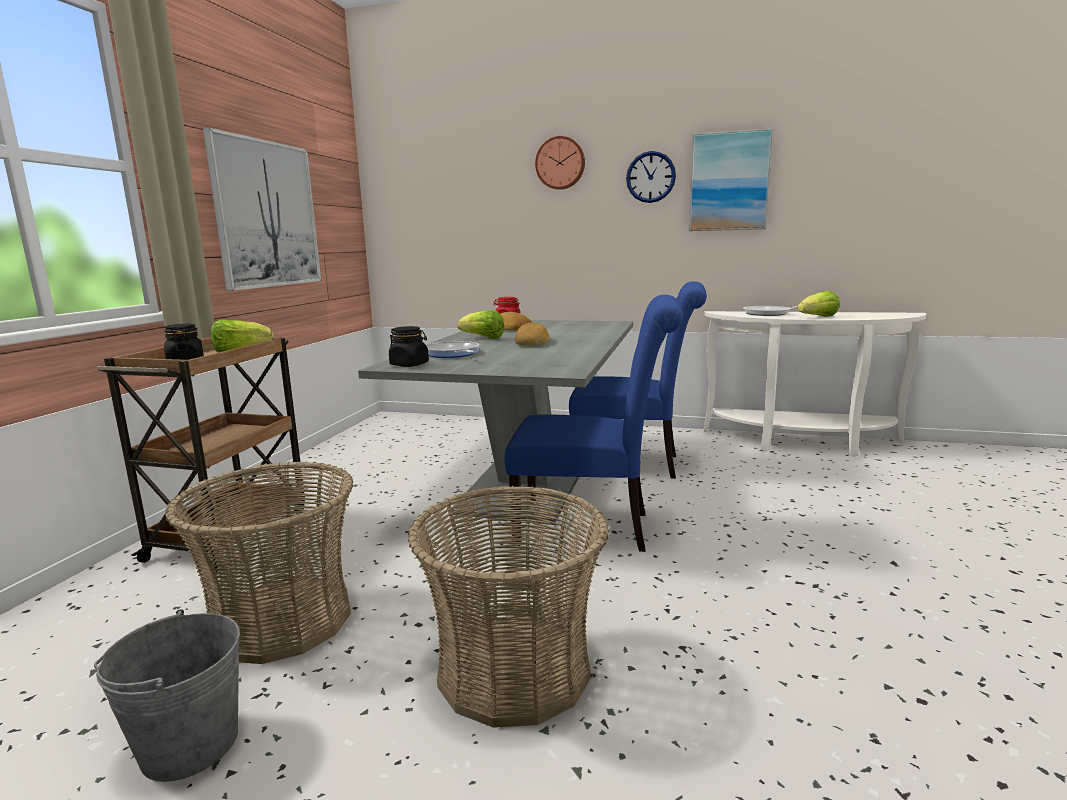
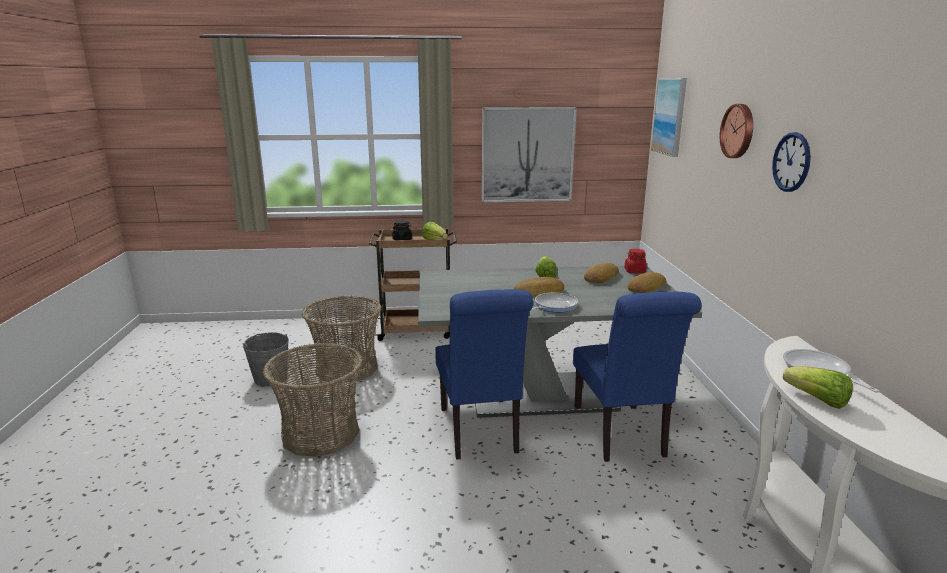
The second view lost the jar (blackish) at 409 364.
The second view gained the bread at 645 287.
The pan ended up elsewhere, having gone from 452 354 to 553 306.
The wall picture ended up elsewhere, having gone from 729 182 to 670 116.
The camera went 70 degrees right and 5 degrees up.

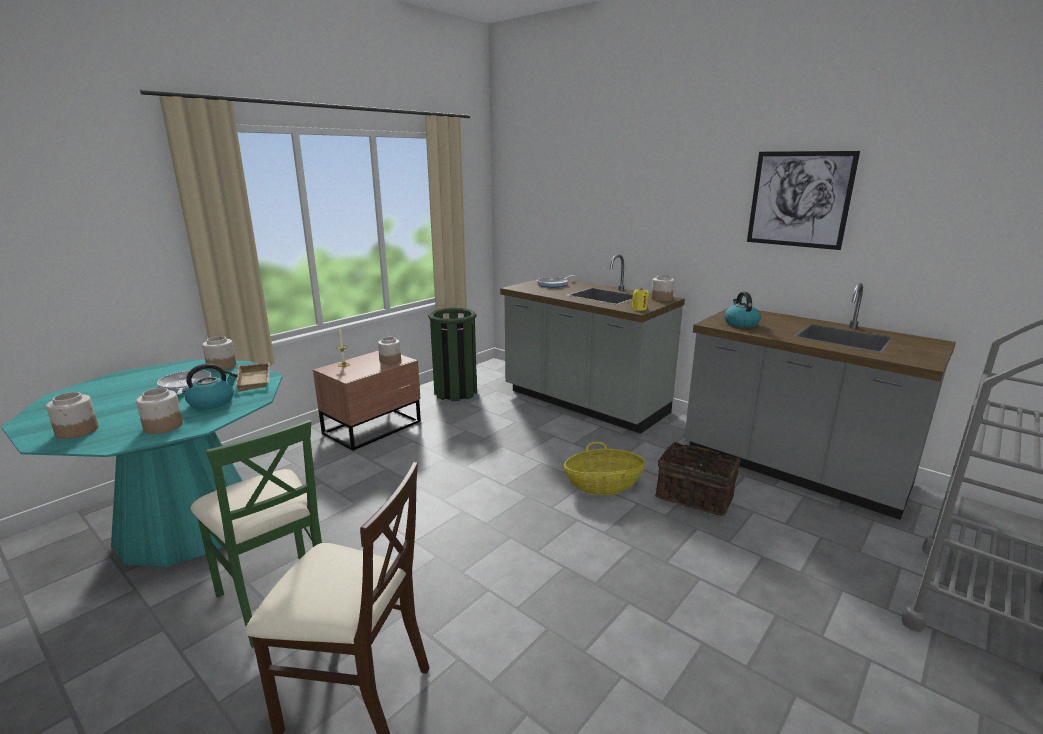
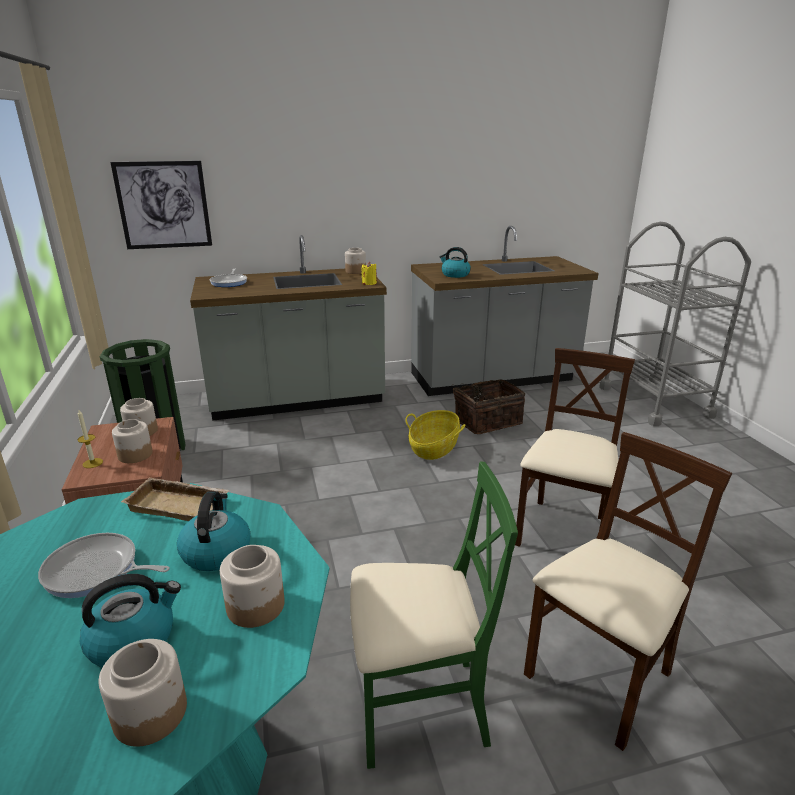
The second view gained the kettle at 133 640.
The second view gained the chair (beige) at 563 532.
The jar ended up elsewhere, having gone from 222 366 to 135 455.
The wall picture ended up elsewhere, having gone from 799 199 to 163 205.
The camera went 55 degrees left and 5 degrees up.

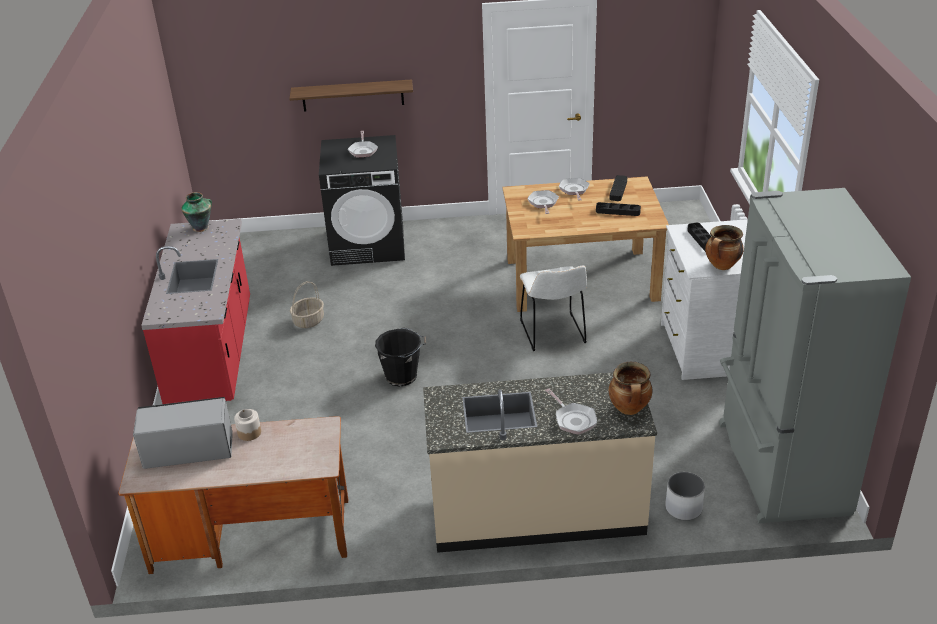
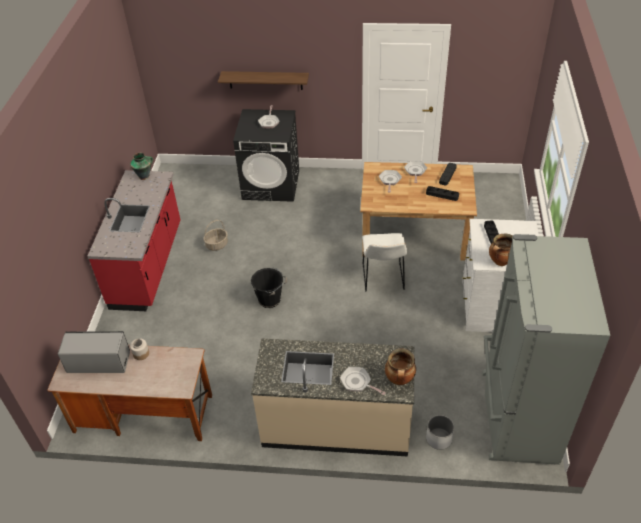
The pan at 573 419 ended up facing another way, 150 degrees clockwise from before.
The camera went 10 degrees right and 10 degrees up.

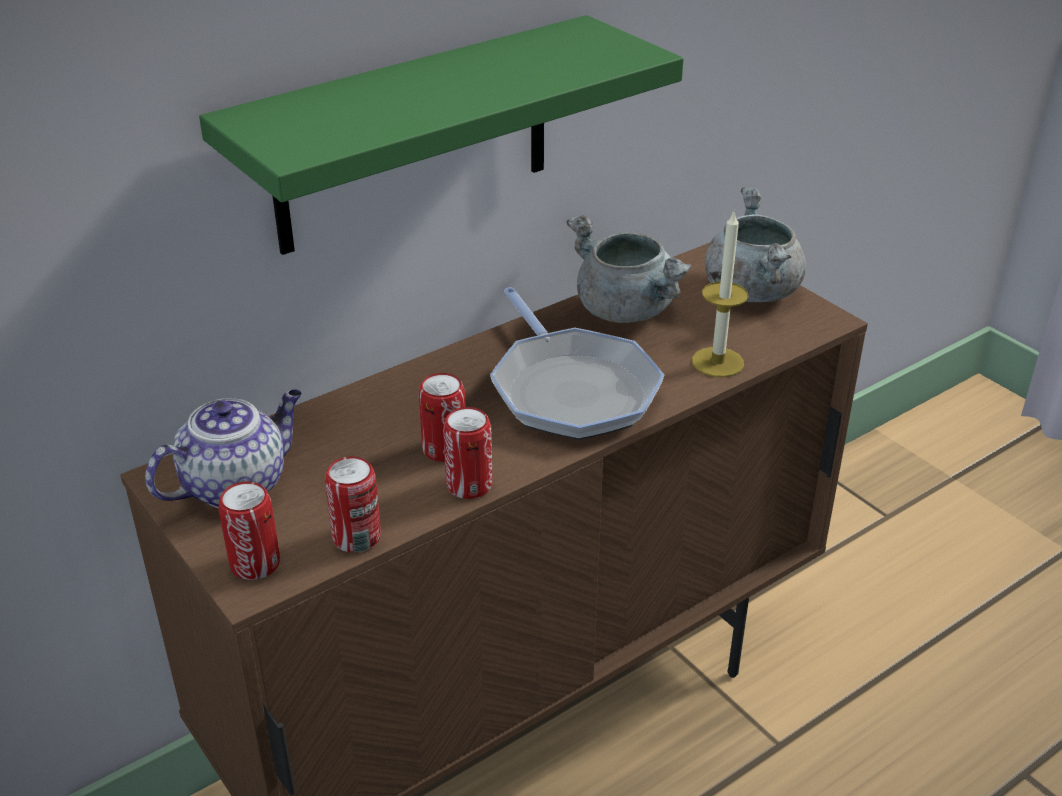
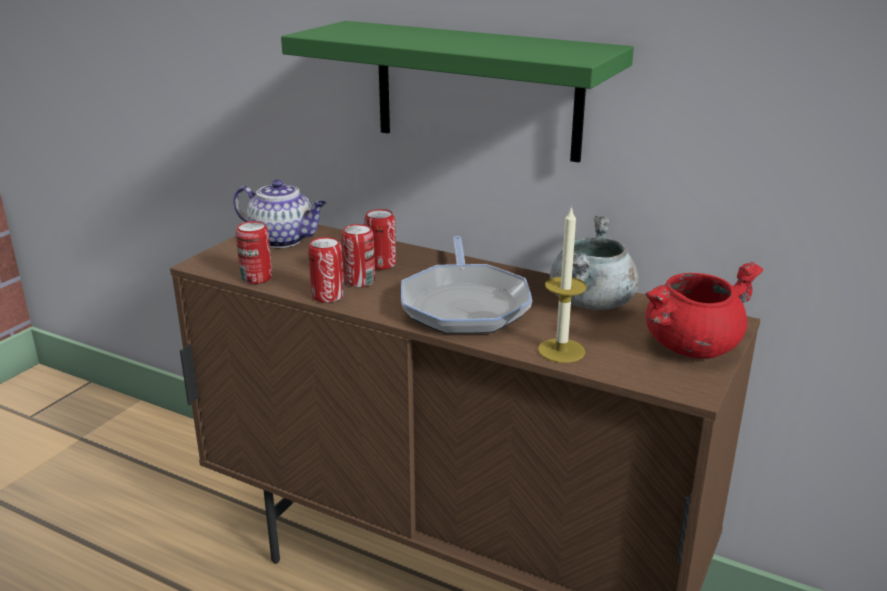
The sealed can ended up elsewhere, having gone from 255 564 to 381 264.
What was the cooking pot (grey) at 751 291 turned into the cooking pot (red) at 691 346.
The pan at 571 389 ended up facing another way, 45 degrees counterclockwise from before.
The camera went 65 degrees right and 10 degrees down.

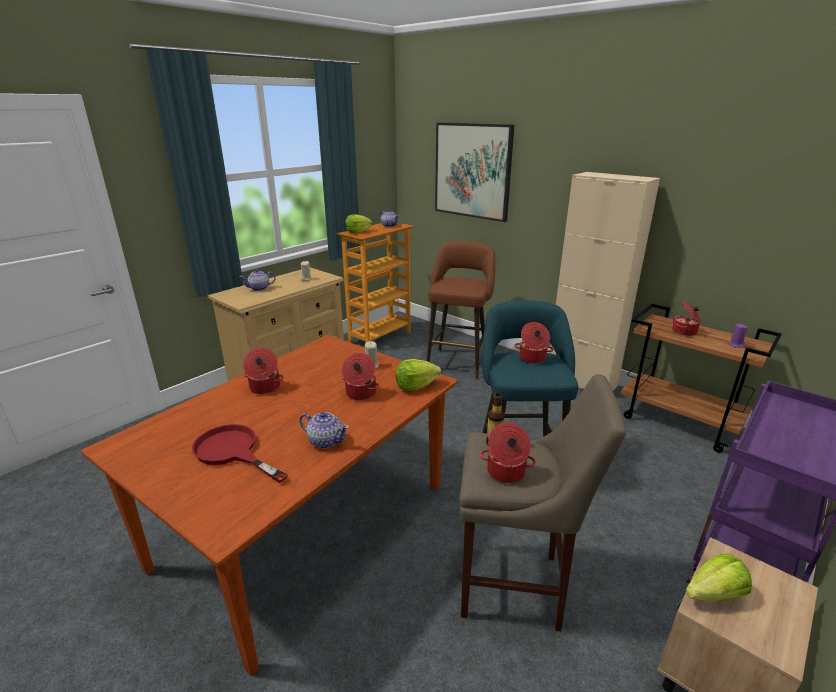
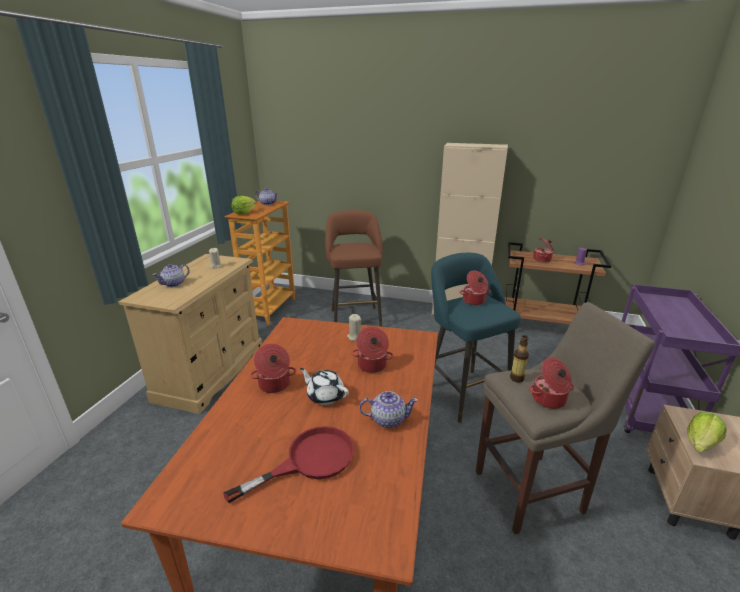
The second view lost the lettuce at 415 386.
The second view lost the wall picture at 472 171.
The second view gained the pot for tea (whitish) at 325 396.
The pan (red) at 232 452 ended up facing another way, 135 degrees clockwise from before.
The camera went 25 degrees left and 0 degrees up.

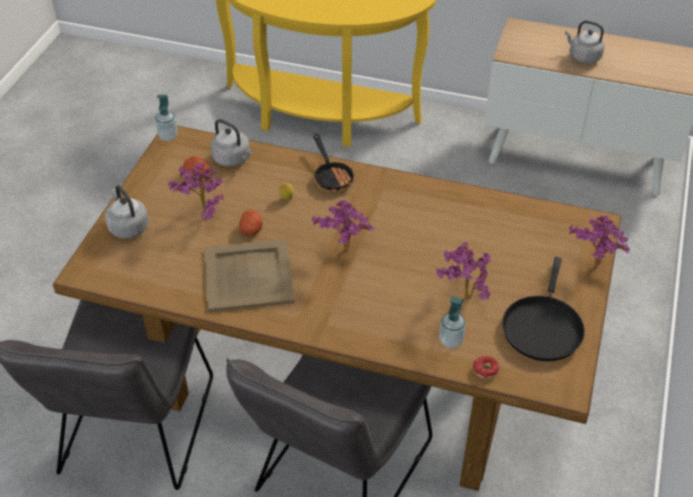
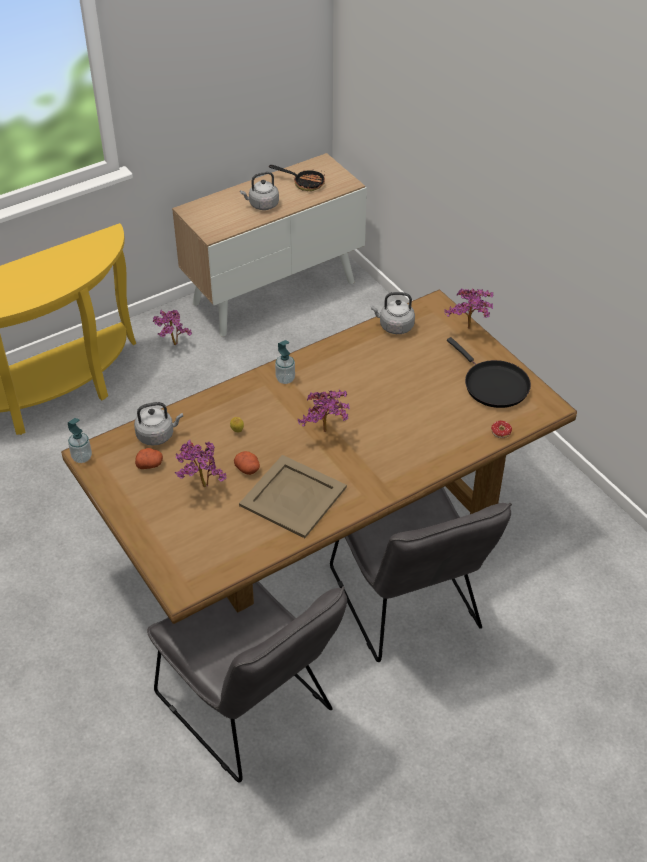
The kettle (grey) ended up elsewhere, having gone from 128 226 to 394 326.
The pan ended up elsewhere, having gone from 332 177 to 304 183.
The houseplant ended up elsewhere, having gone from 462 297 to 172 346.
The soap bottle ended up elsewhere, having gone from 451 341 to 285 379.
The camera went 50 degrees left and 0 degrees up.

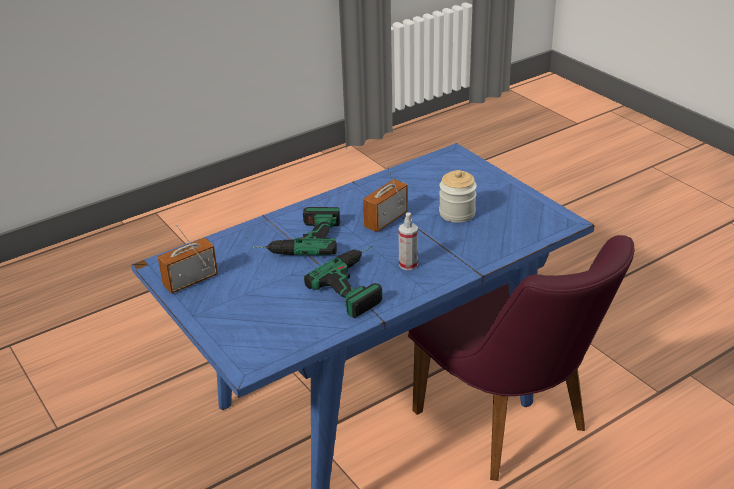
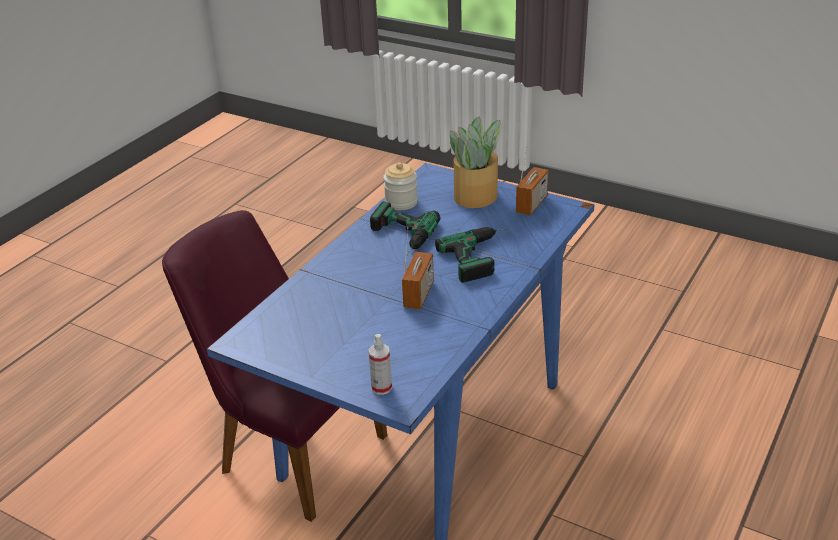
The second view gained the houseplant at 476 196.
The hand sprayer ended up elsewhere, having gone from 408 264 to 381 387.
The jar ended up elsewhere, having gone from 457 213 to 401 202.
The camera went 155 degrees right and 0 degrees up.

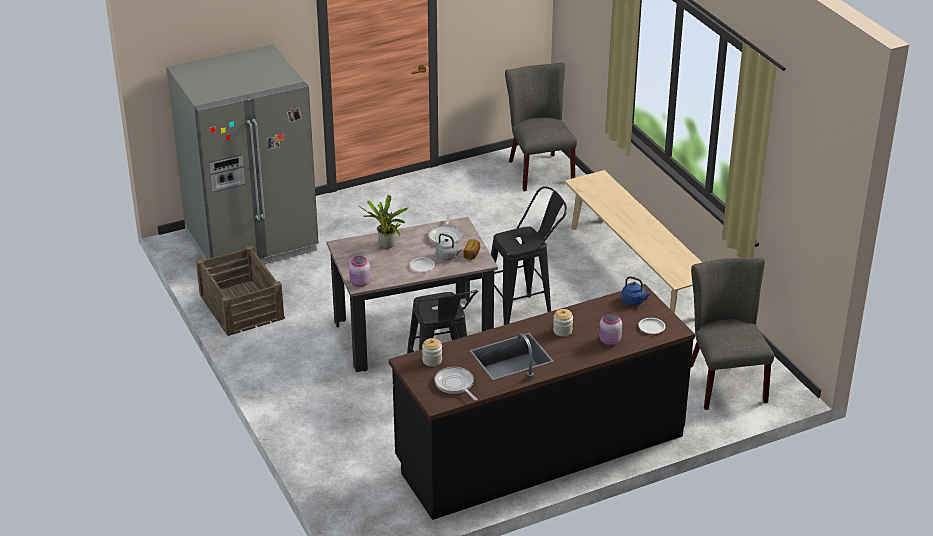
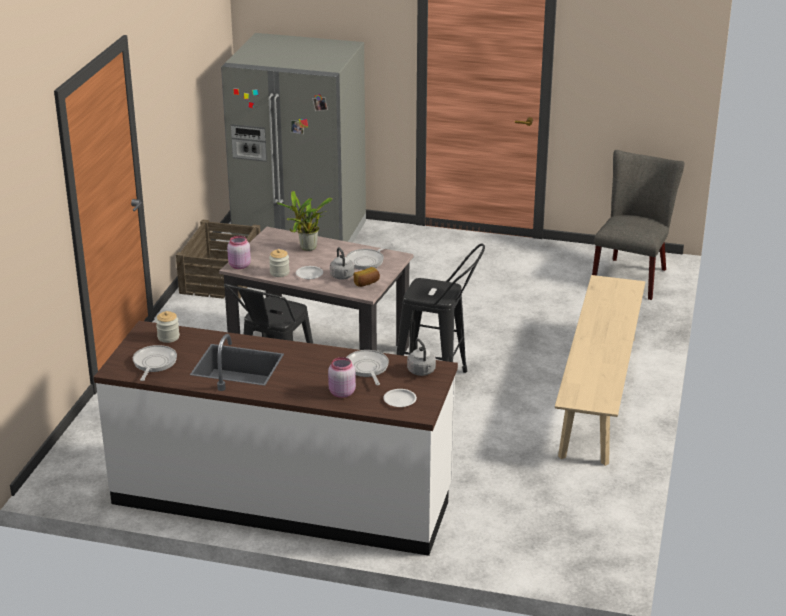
The second view lost the chair (grey) at 723 380.
The second view gained the pan at 367 368.
The jar ended up elsewhere, having gone from 562 331 to 279 273.
What was the kitchen base unit (blackish) at 539 449 turned into the kitchen base unit (whitish) at 283 497.
What was the kettle (bluish) at 634 301 turned into the kettle (grey) at 422 372.
The camera went 40 degrees right and 5 degrees down.

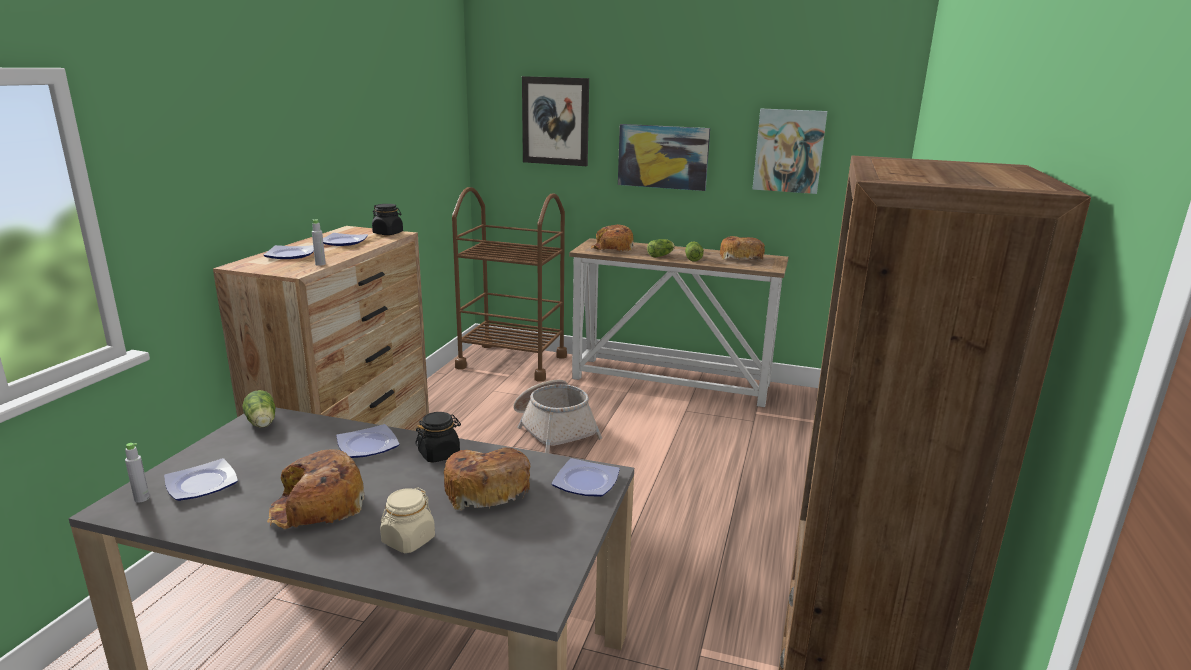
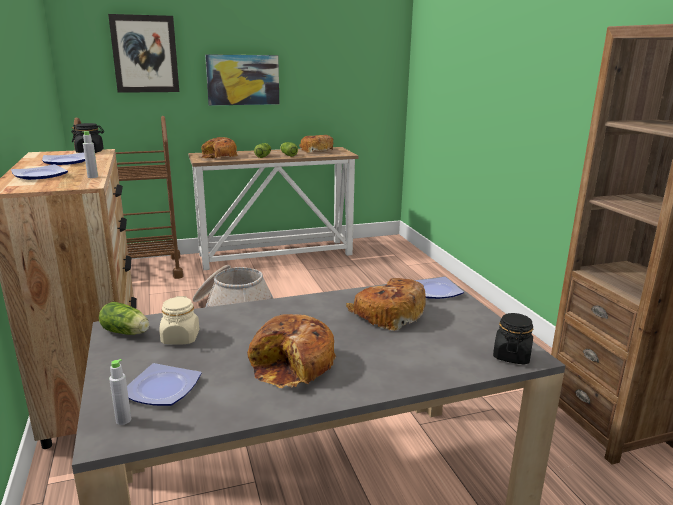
The second view lost the plate at 367 446.
The second view lost the wall picture at 789 151.
The jar (beige) ended up elsewhere, having gone from 408 540 to 180 338.
The jar (blackish) ended up elsewhere, having gone from 439 454 to 511 355.
The camera went 35 degrees left and 0 degrees up.

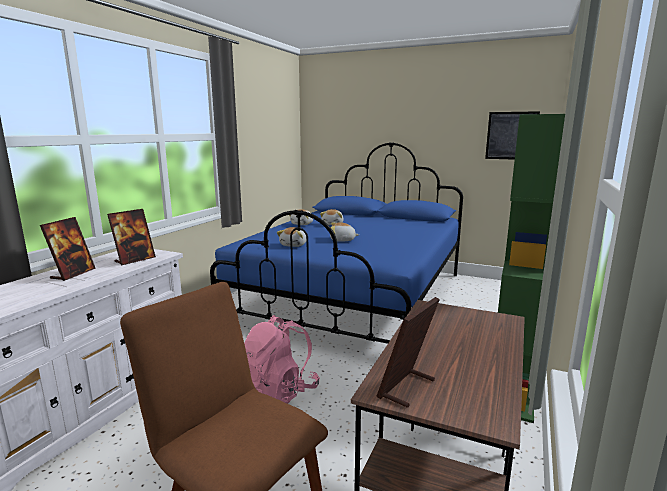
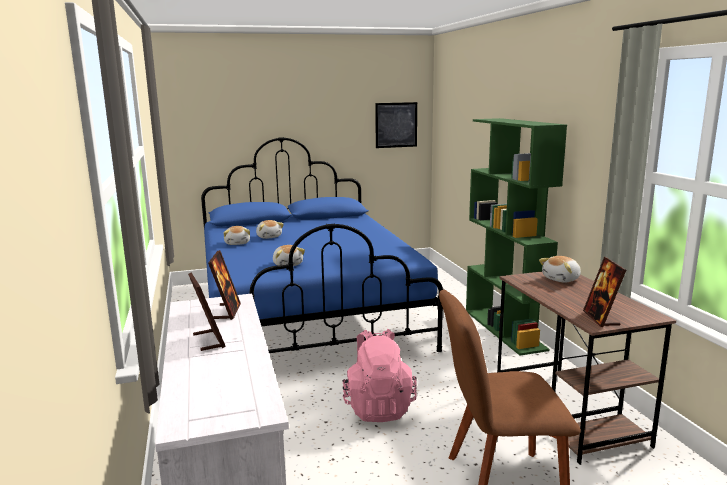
The cuddly toy ended up elsewhere, having gone from 342 240 to 562 279.
The camera went 40 degrees left and 0 degrees up.

